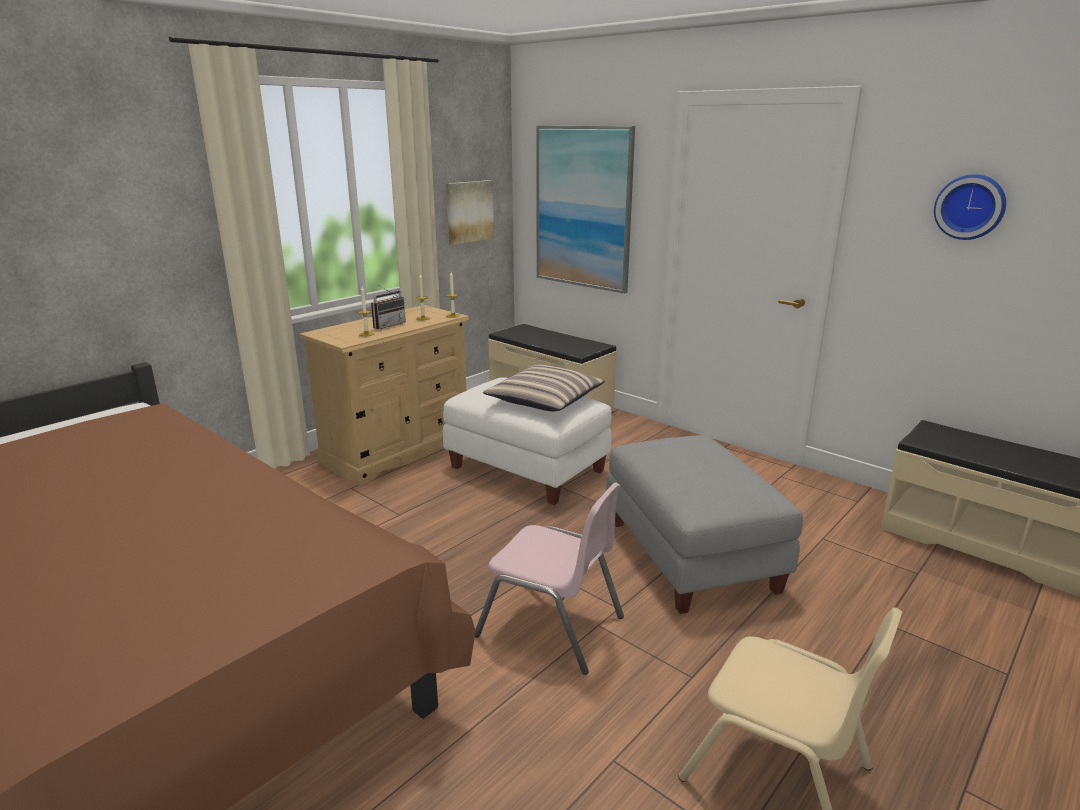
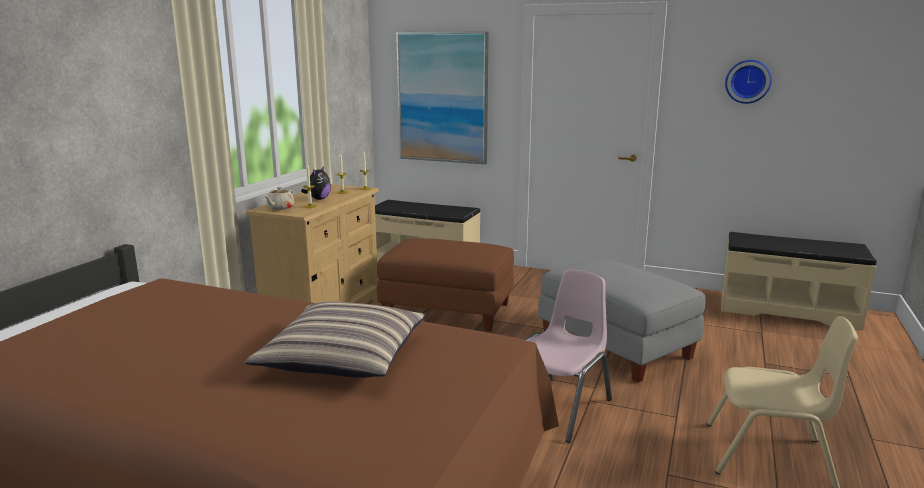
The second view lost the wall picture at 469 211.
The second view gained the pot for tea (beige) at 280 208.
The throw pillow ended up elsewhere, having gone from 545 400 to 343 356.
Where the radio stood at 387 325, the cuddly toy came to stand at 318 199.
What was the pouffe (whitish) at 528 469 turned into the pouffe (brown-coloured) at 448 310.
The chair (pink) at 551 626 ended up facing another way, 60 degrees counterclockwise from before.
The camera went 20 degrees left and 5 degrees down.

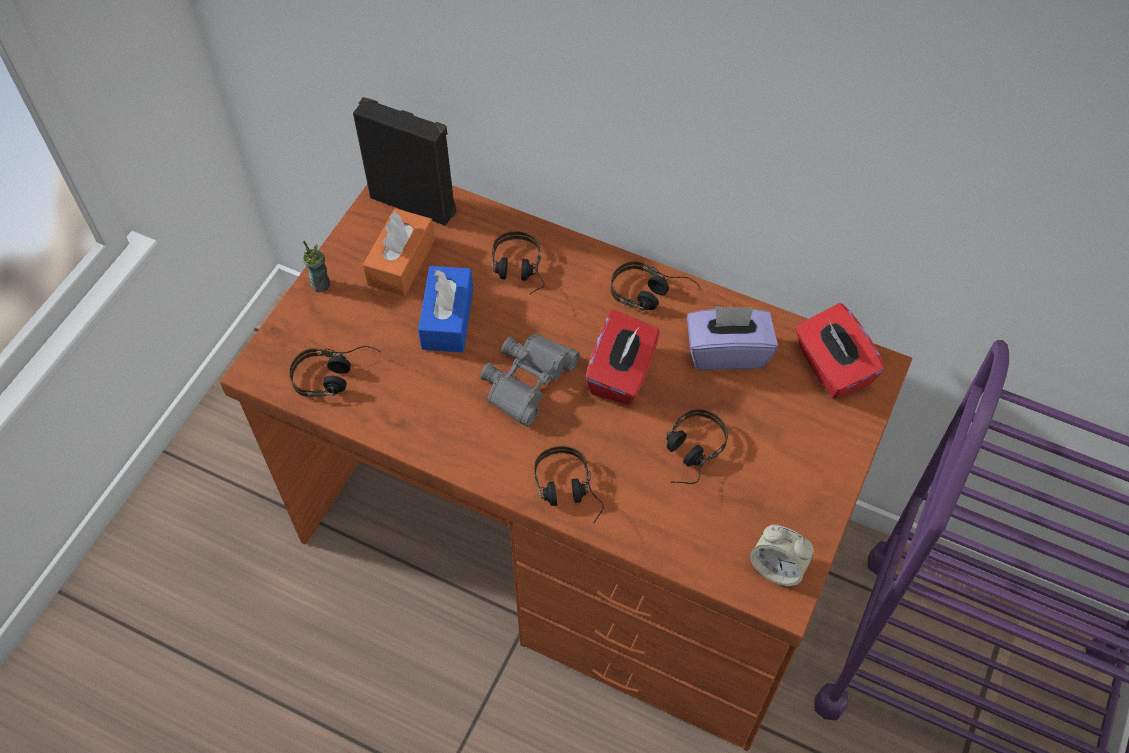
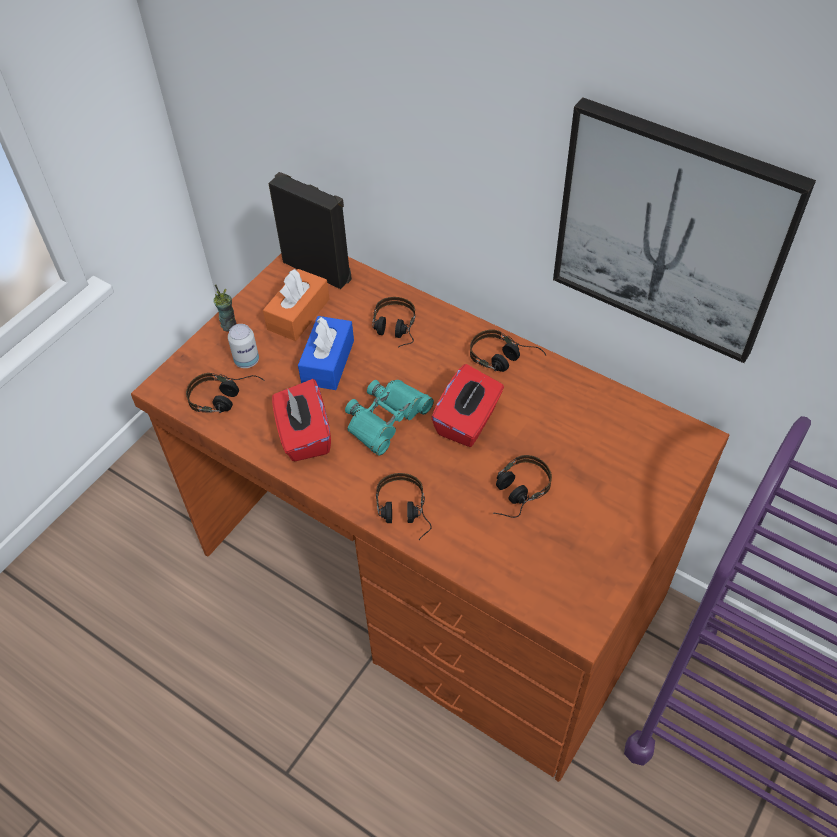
The second view lost the tissue box (purple-coloured) at 727 351.
The second view lost the table clock at 777 567.
The second view gained the sealed can at 247 361.
The second view gained the wall picture at 670 231.
The tissue box (red) ended up elsewhere, having gone from 831 368 to 304 436.
What was the pair of binoculars (grey) at 528 381 turned into the pair of binoculars (blue-green) at 386 419.
The camera went 10 degrees right and 5 degrees down.

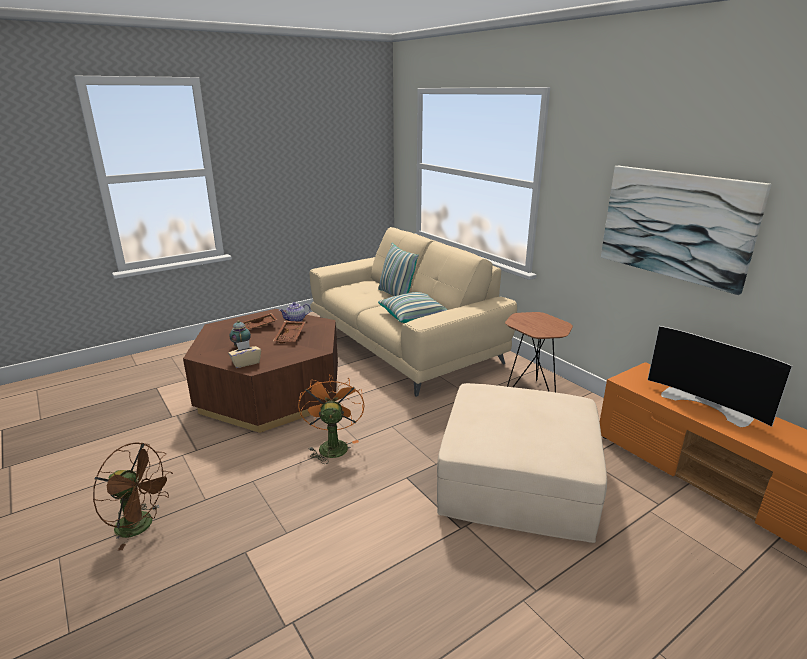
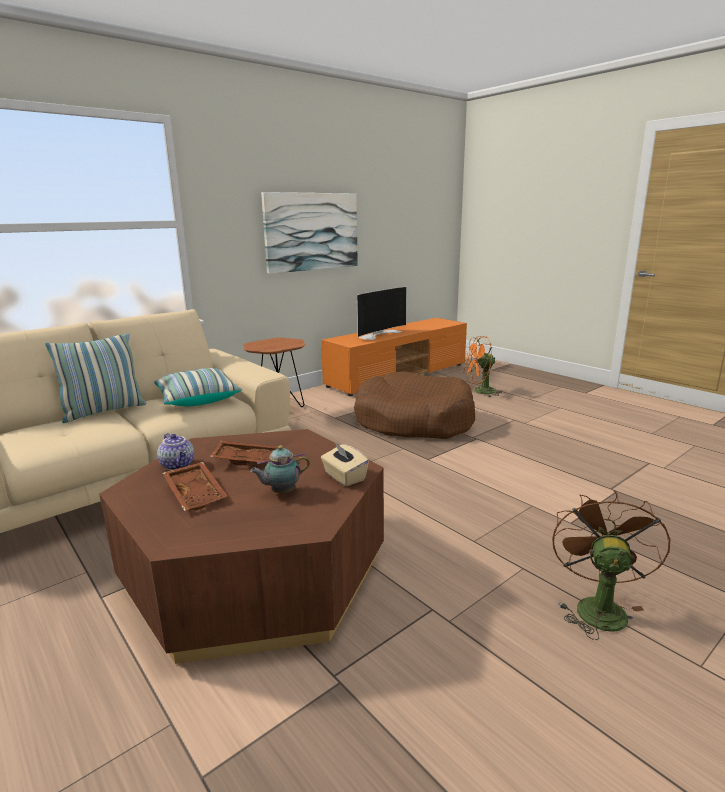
The cooling fan (orange-coloured) ended up elsewhere, having gone from 332 445 to 480 392.
Where the pouffe (beige) stood at 518 480, the pet bed (brown-coloured) came to stand at 413 421.
The camera went 95 degrees left and 5 degrees down.

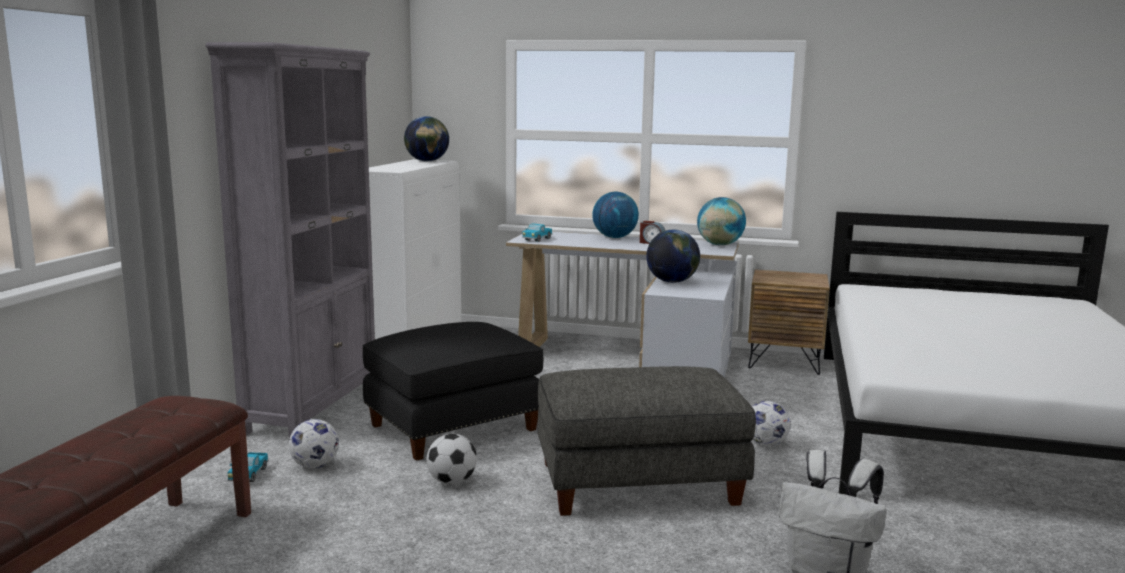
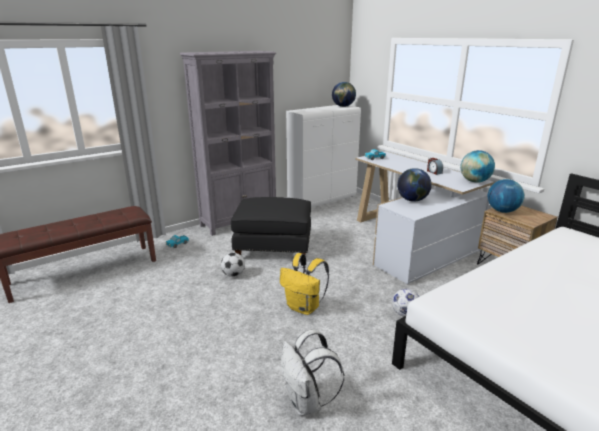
The second view lost the ball for football at 315 465.
The world globe ended up elsewhere, having gone from 614 237 to 502 211.
Where the pouffe (grey) stood at 639 482, the rucksack (yellow) came to stand at 304 308.
The camera went 40 degrees right and 10 degrees up.

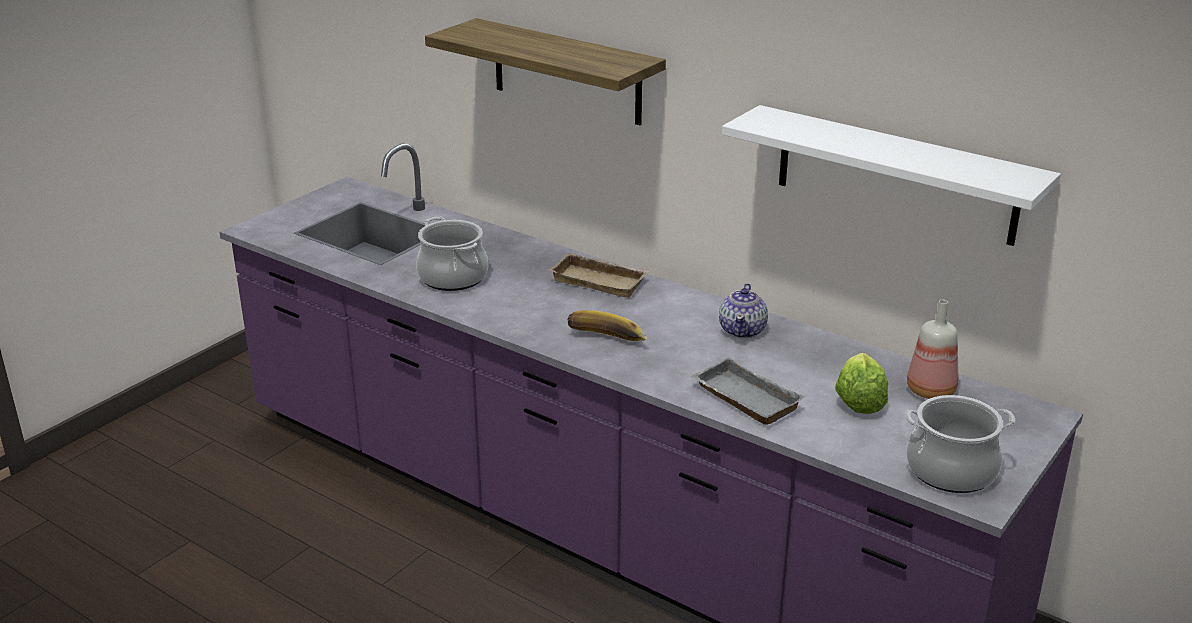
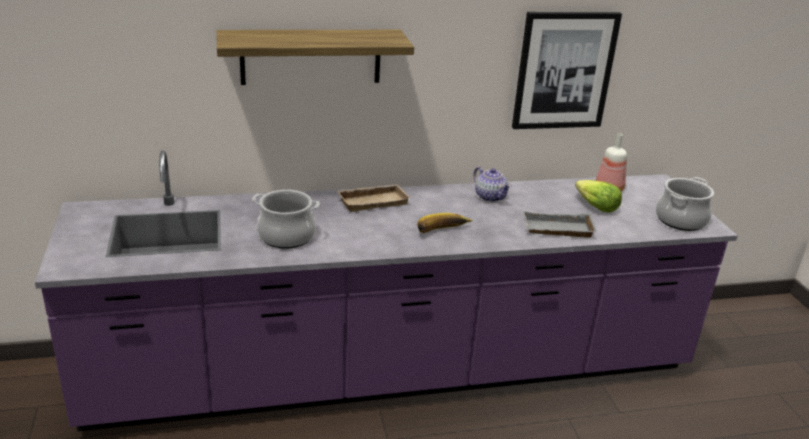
Where the shelf (whitish) hung at 895 175, the wall picture came to hang at 564 70.
The camera went 50 degrees left and 0 degrees up.

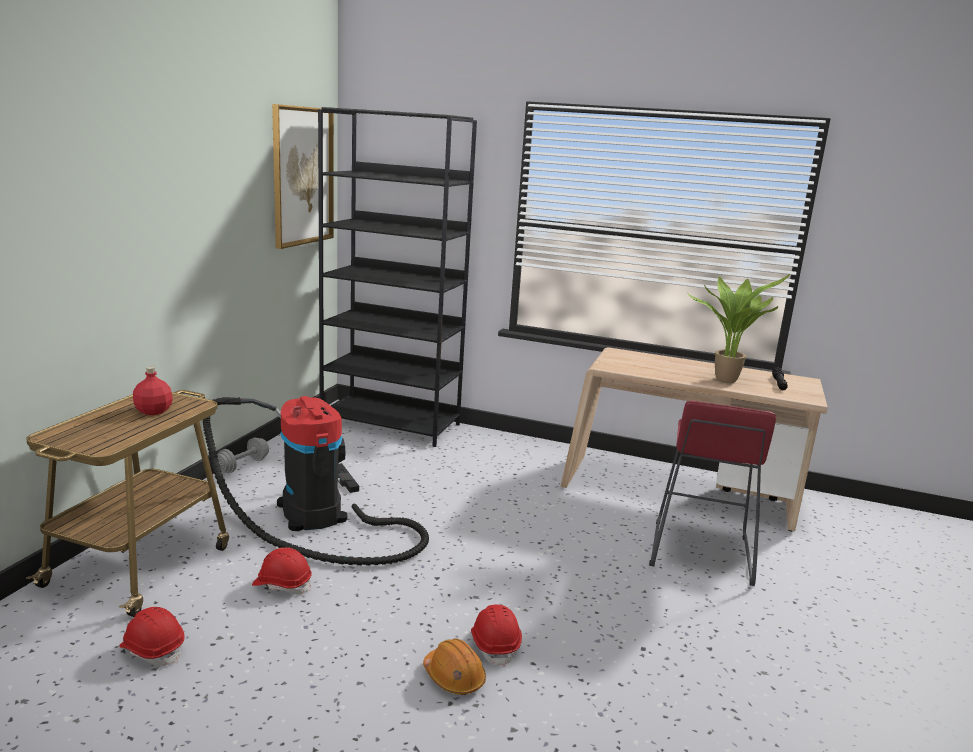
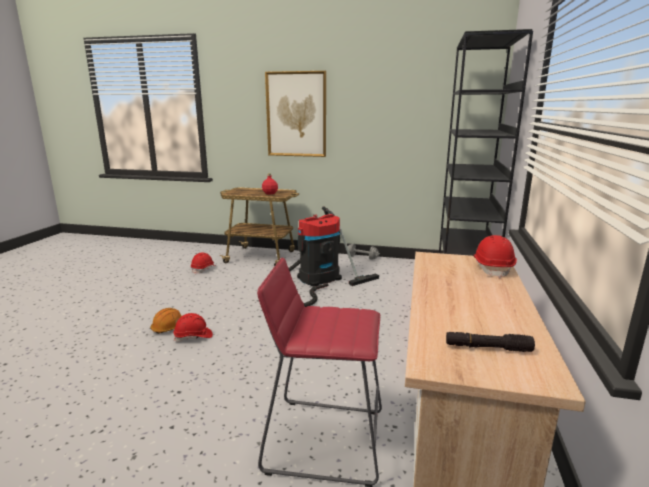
The second view lost the houseplant at 726 379.
The work helmet (red) ended up elsewhere, having gone from 282 584 to 493 268.
The wall picture ended up elsewhere, having gone from 302 176 to 296 114.
The camera went 85 degrees right and 0 degrees up.

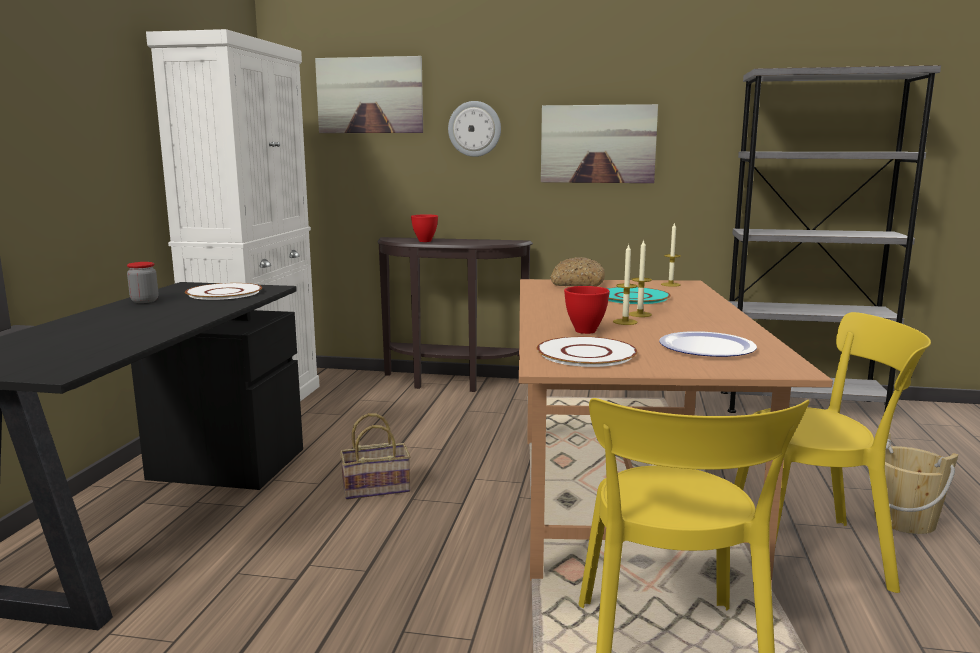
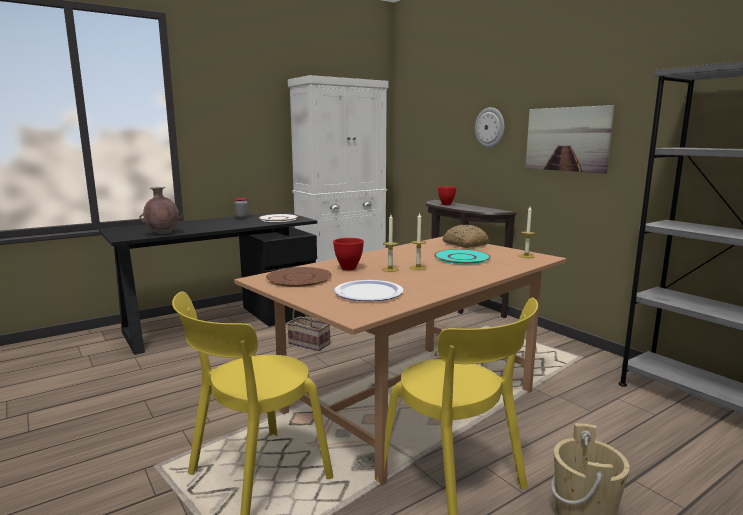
The second view lost the wall picture at 369 95.
The second view gained the decorative vase (brown-coloured) at 162 233.
What was the plate (whitish) at 587 353 turned into the plate (brown-coloured) at 299 278.
The camera went 45 degrees right and 0 degrees up.

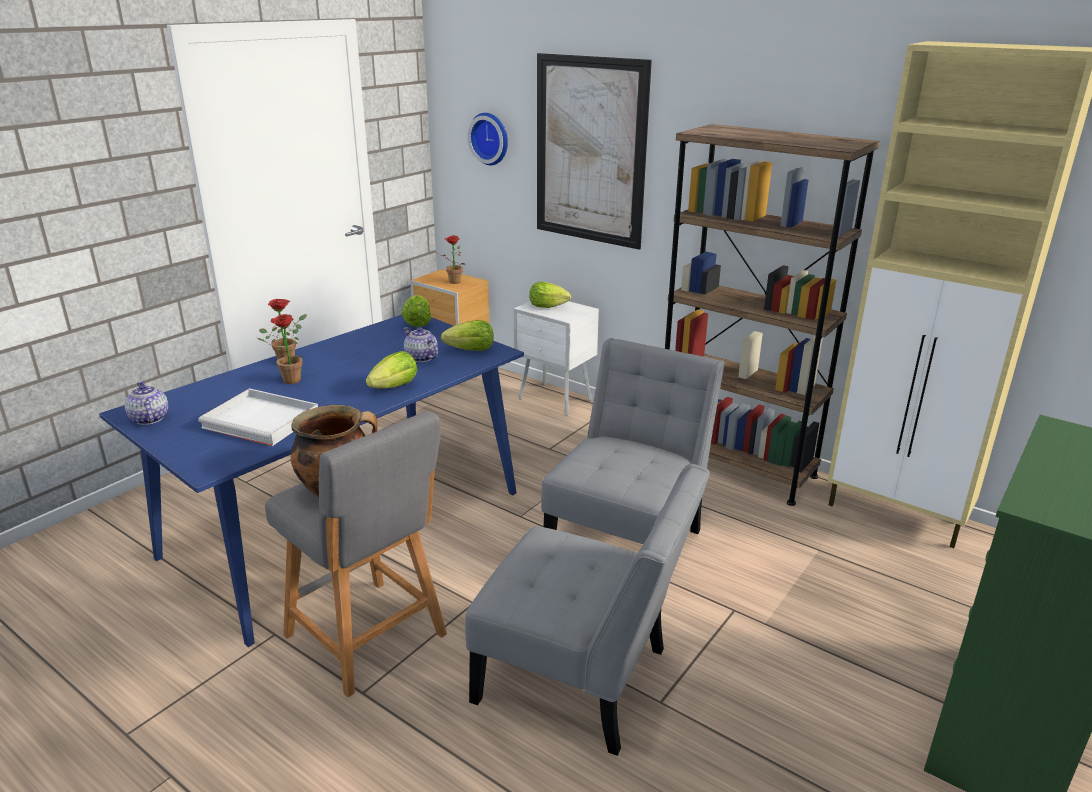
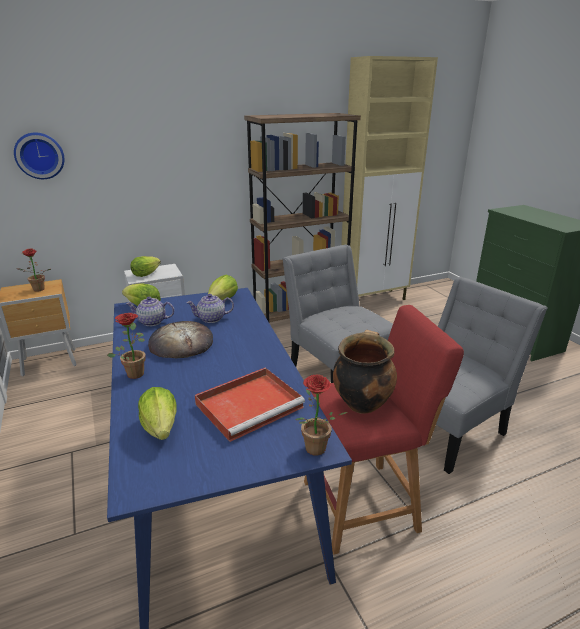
The second view lost the wall picture at 589 151.
The second view gained the bread at 181 343.
The pot for tea ended up elsewhere, having gone from 149 419 to 152 322.
The houseplant ended up elsewhere, having gone from 288 381 to 315 451.
The lettuce ended up elsewhere, having gone from 395 387 to 161 428.
What was the serving tray (whitish) at 263 421 turned into the serving tray (red) at 250 404.
What was the stool (grey) at 370 639 turned into the stool (red) at 365 504.
The camera went 60 degrees left and 0 degrees up.

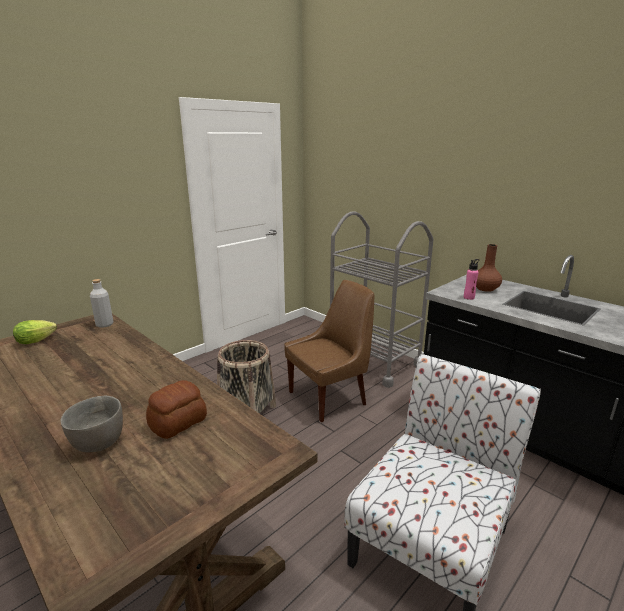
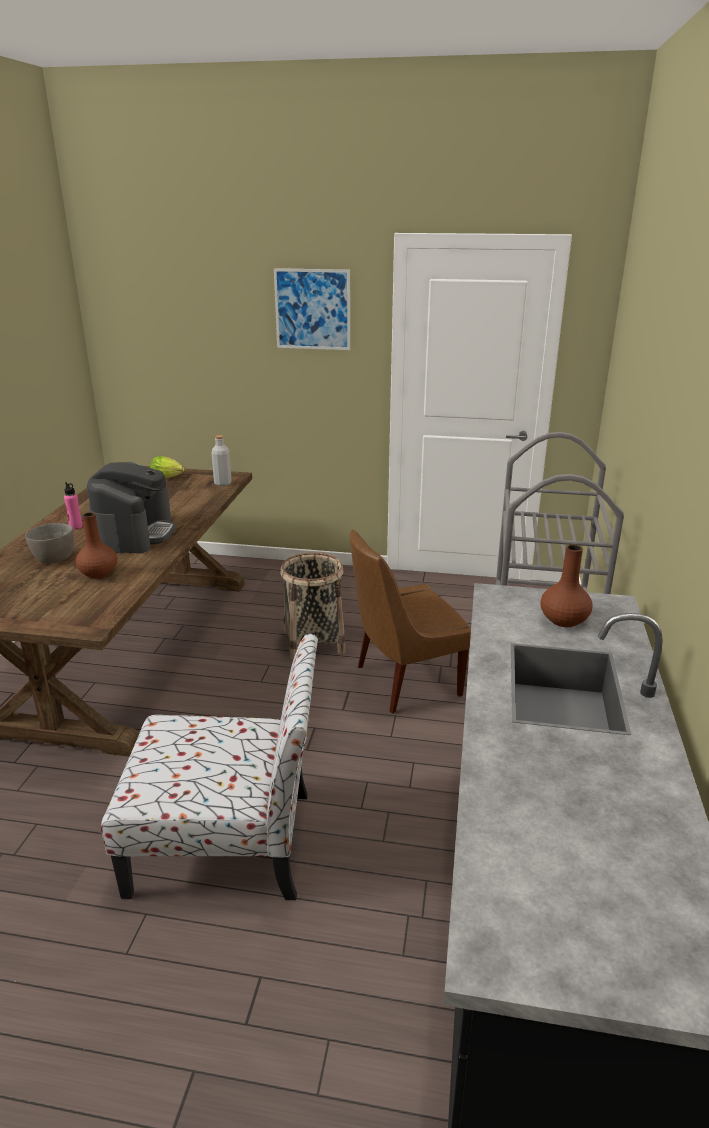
The second view gained the coffee brewer at 135 534.
The second view gained the wall picture at 312 309.
The drink bottle (pink) ended up elsewhere, having gone from 469 297 to 76 527.
Where the bread stood at 179 422, the decorative vase (brown-coloured) came to stand at 99 573.
The chair (brown-coloured) at 329 397 ended up facing another way, 135 degrees clockwise from before.
The camera went 55 degrees right and 5 degrees up.

